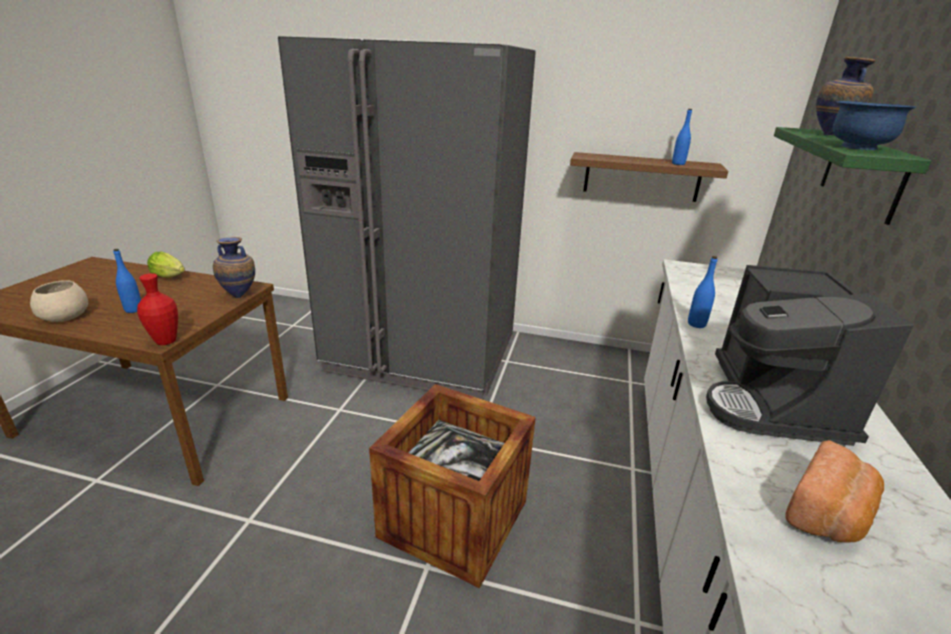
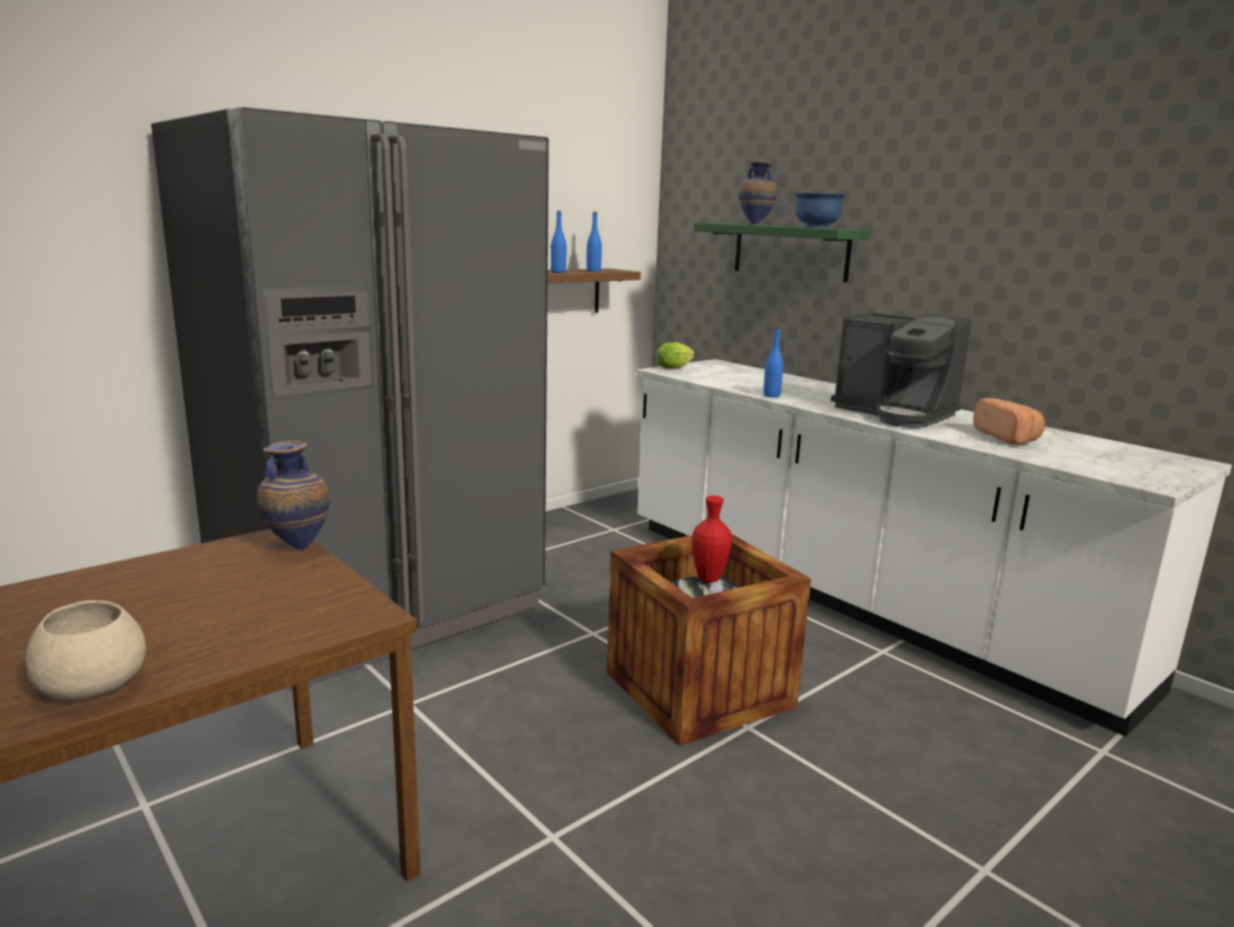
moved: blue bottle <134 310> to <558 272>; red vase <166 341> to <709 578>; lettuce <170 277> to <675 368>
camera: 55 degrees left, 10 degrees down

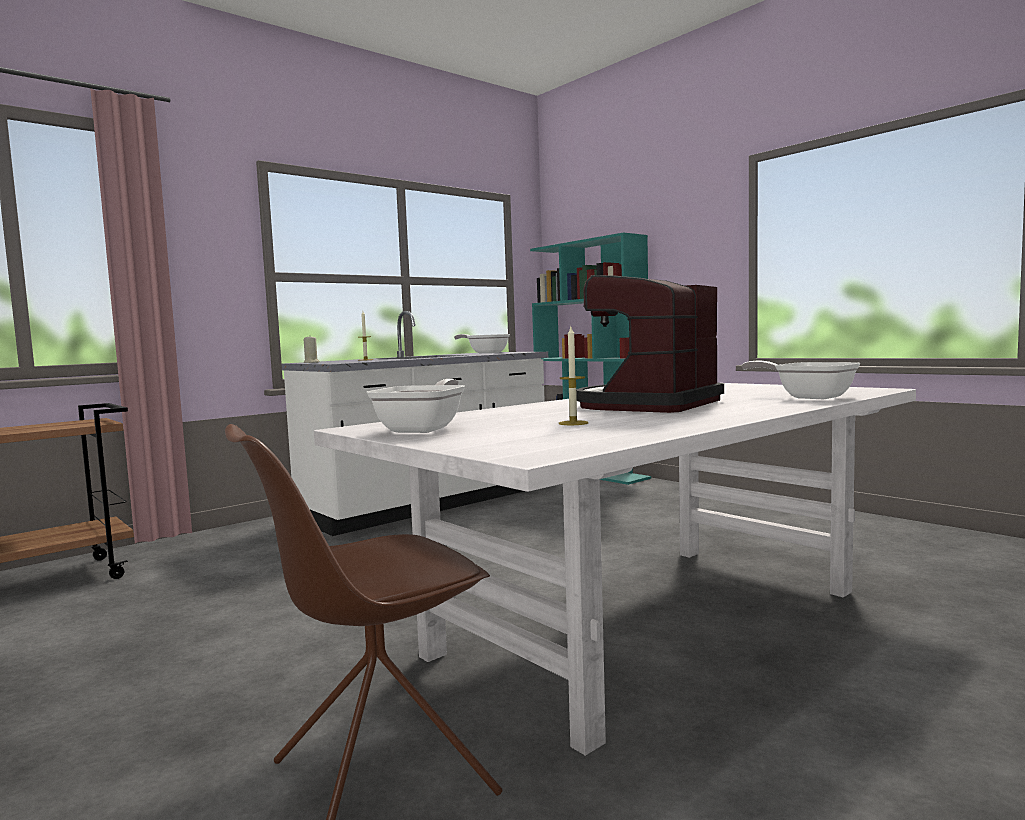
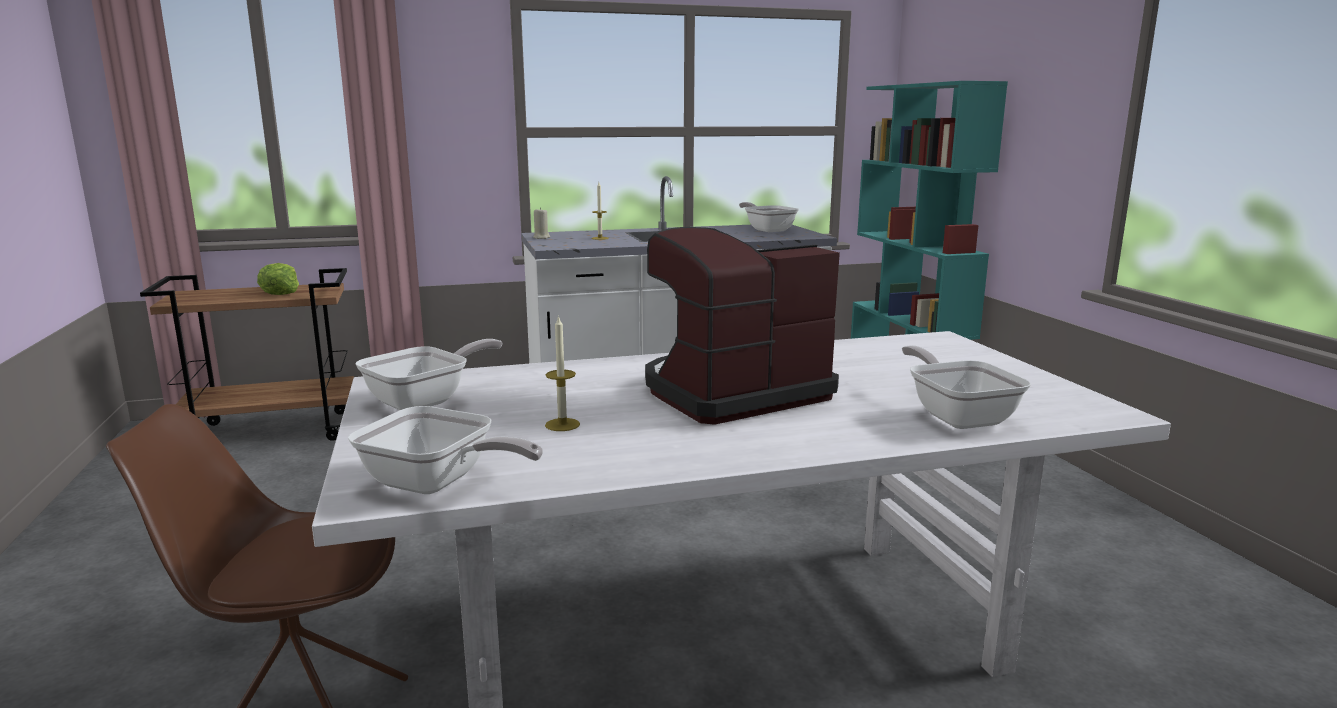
added: lettuce <280 292>; frying pan <437 484>
camera: 25 degrees right, 10 degrees up

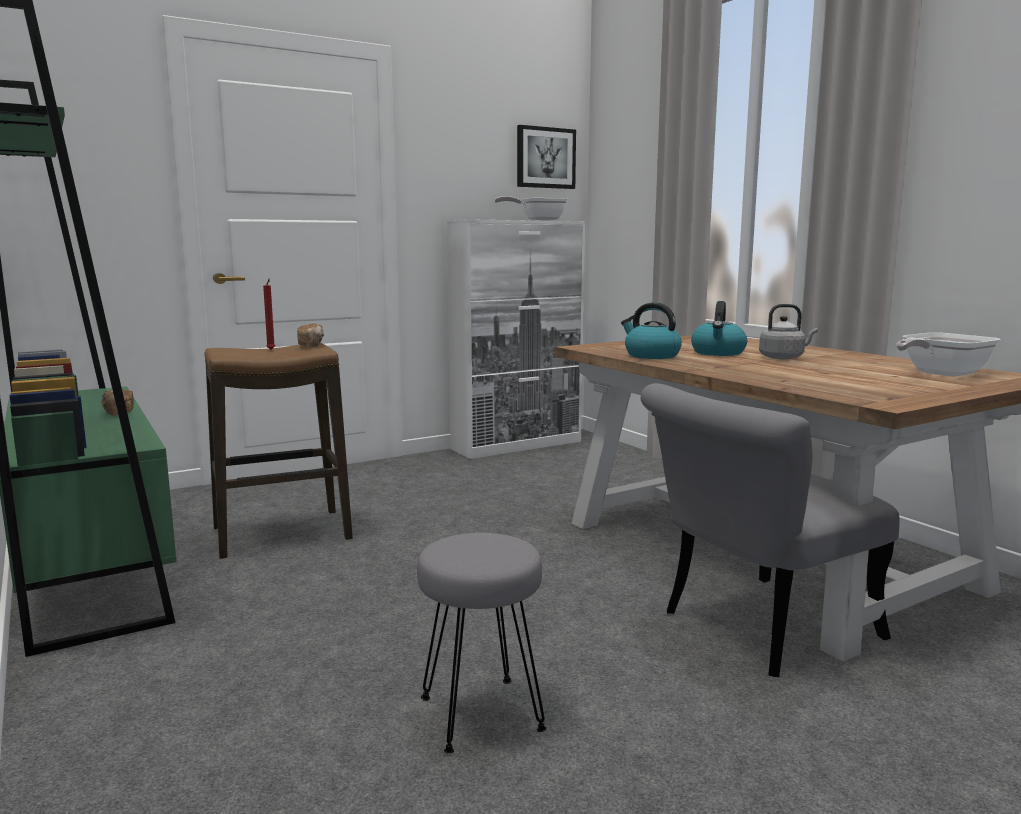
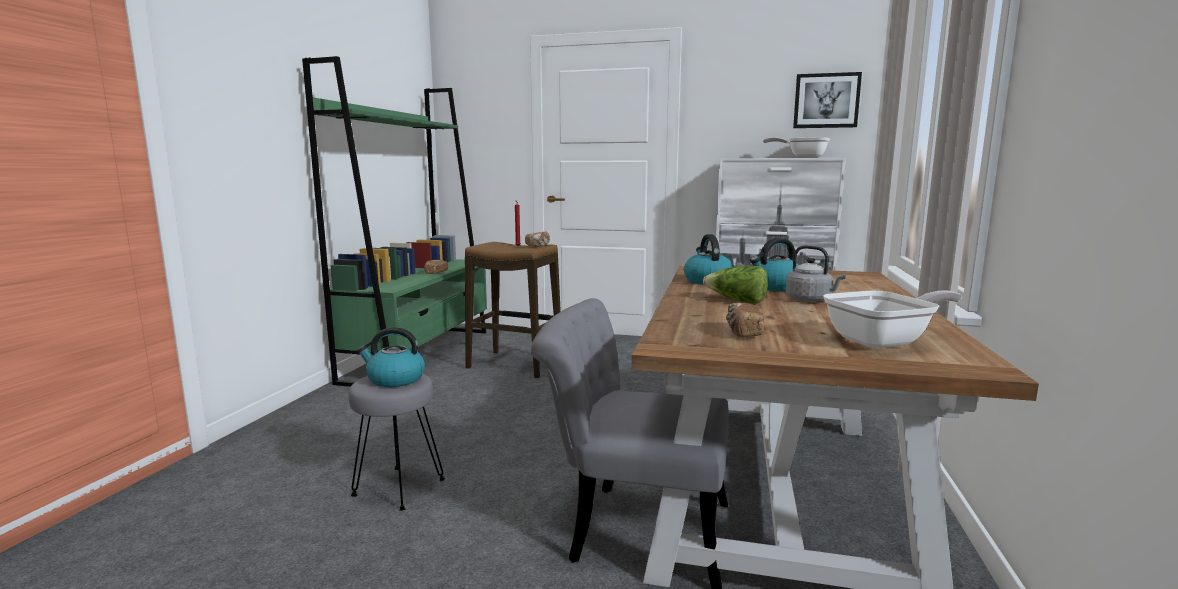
added: kettle <395 379>; lettuce <736 301>; bread <743 333>
turned: frying pan <940 374> = <884 341> 150 degrees clockwise
camera: 45 degrees right, 0 degrees up

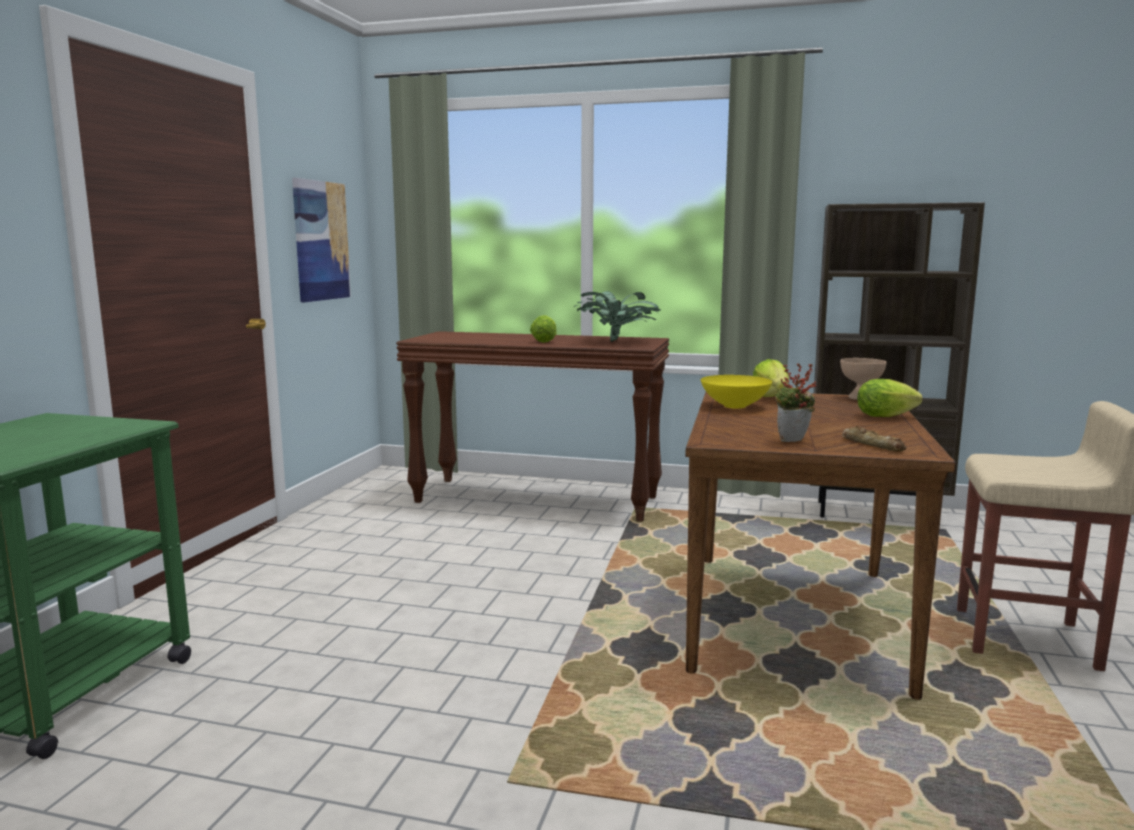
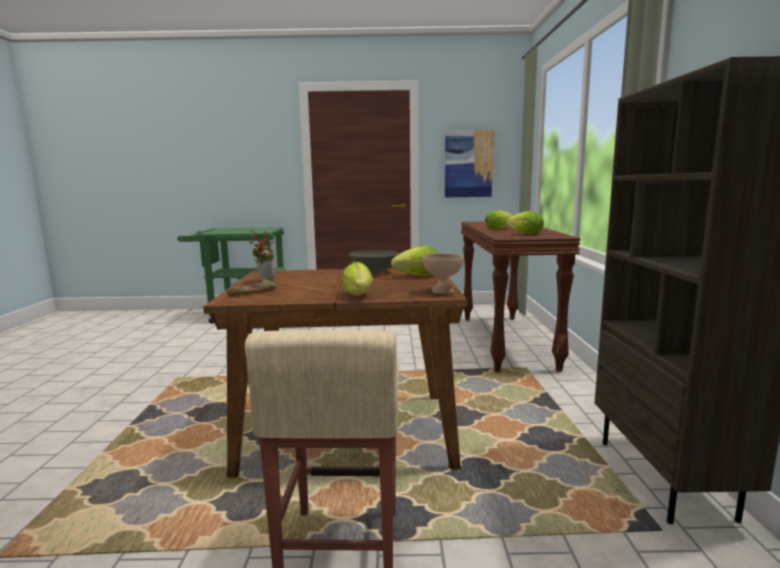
replaced: potted plant <617 342> to lettuce <525 234>
recoloured: yellow bowl <735 406> to grey bowl <375 272>
camera: 75 degrees right, 0 degrees up

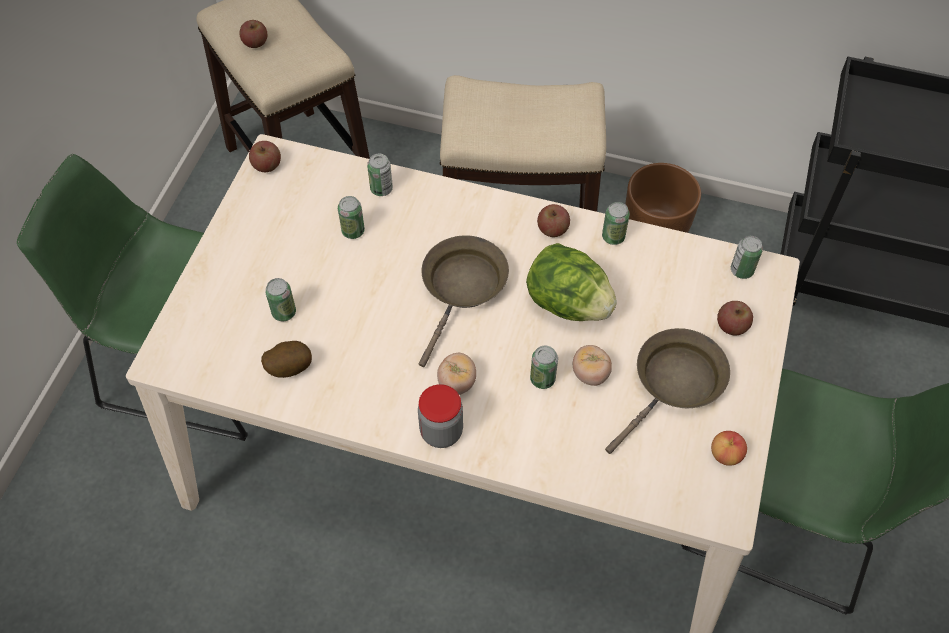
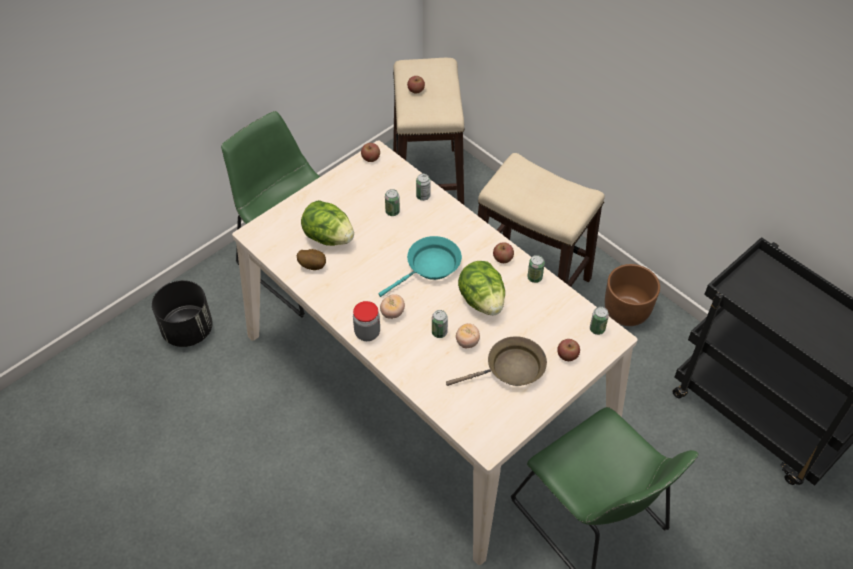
removed: apple <725 455>
added: black planter <188 330>
replaced: can <284 312> to lettuce <328 237>
recoloured: brown frying pan <462 288> to turquoise frying pan <430 267>
camera: 30 degrees right, 5 degrees down

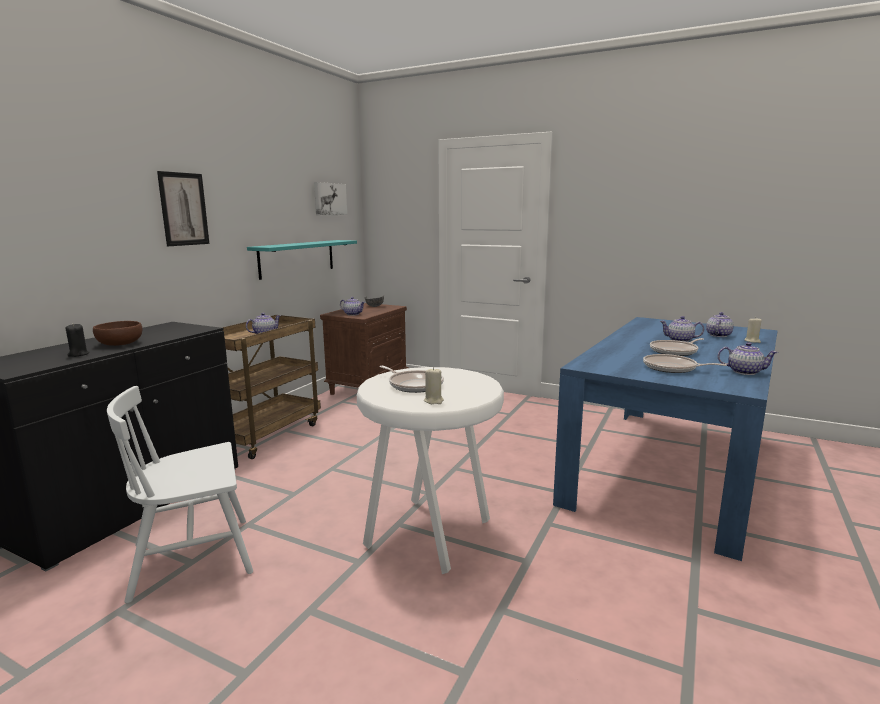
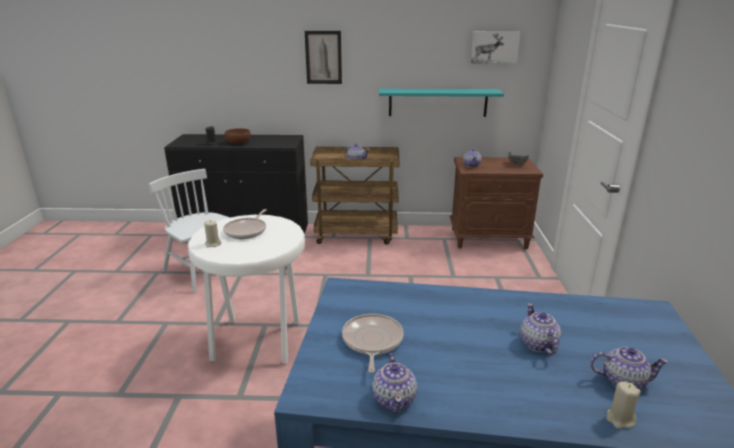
removed: frying pan <675 351>
camera: 65 degrees right, 10 degrees up

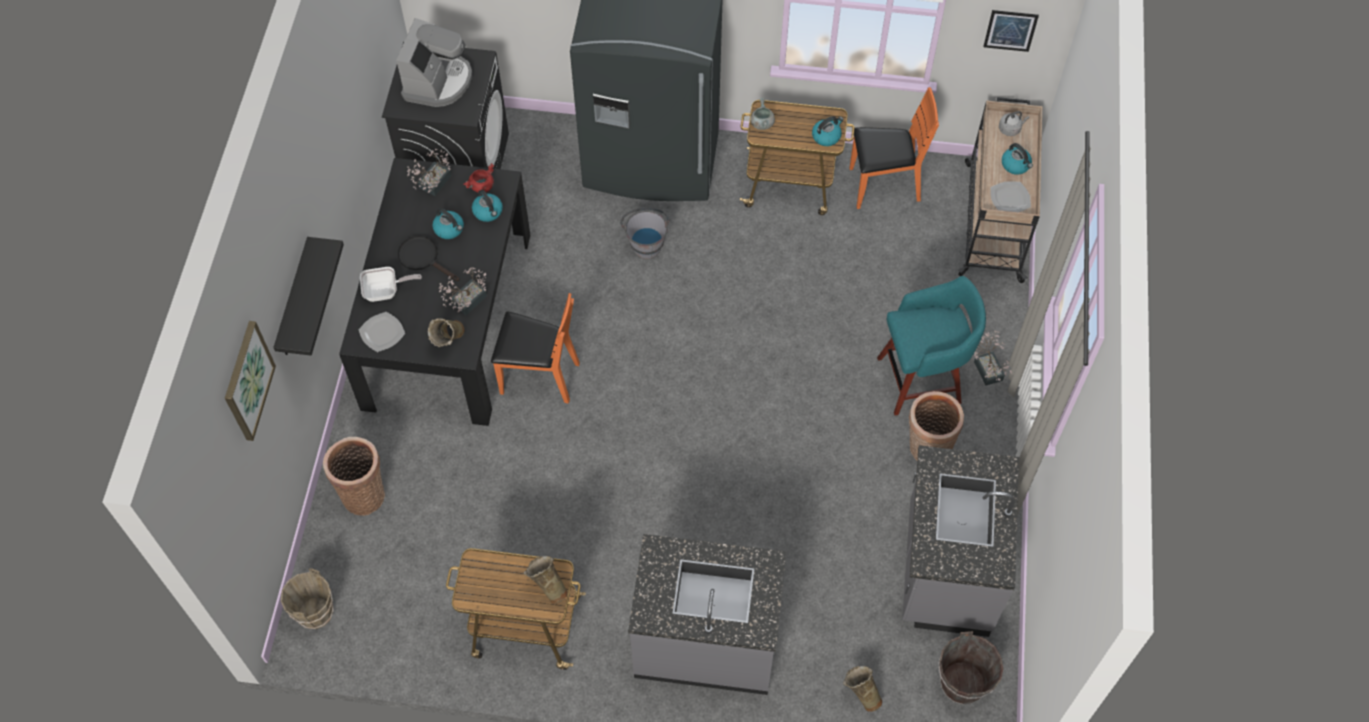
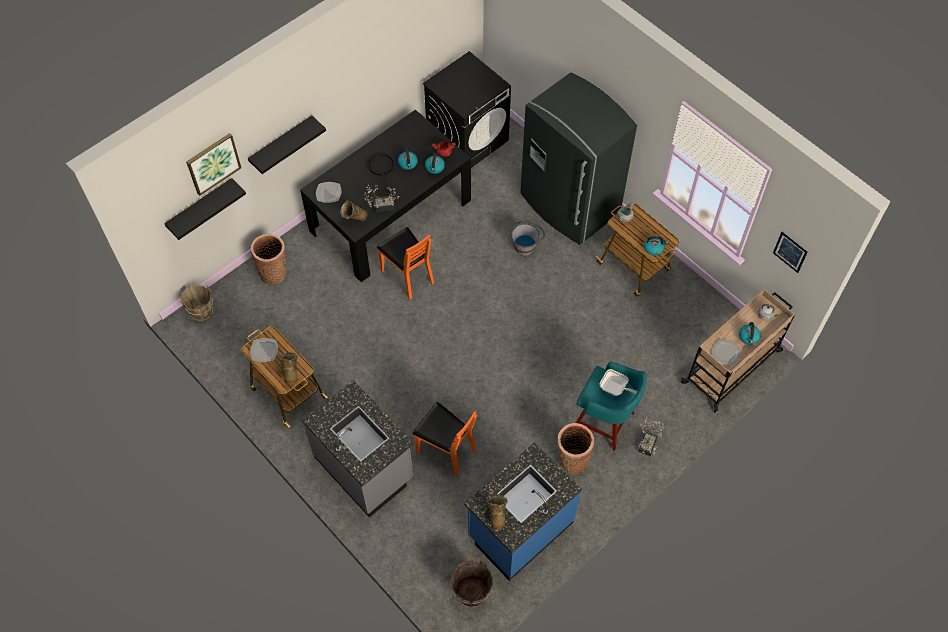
removed: coffee machine <438 82>; potted plant <432 184>
added: black shelf <200 207>; plate <264 351>
moved: frying pan <385 291> to <615 389>; beige vase <861 695> to <496 516>; orange chair <883 186> to <446 449>
recoloured: grey counter <945 570> to blue counter <519 529>
camera: 40 degrees right, 0 degrees up

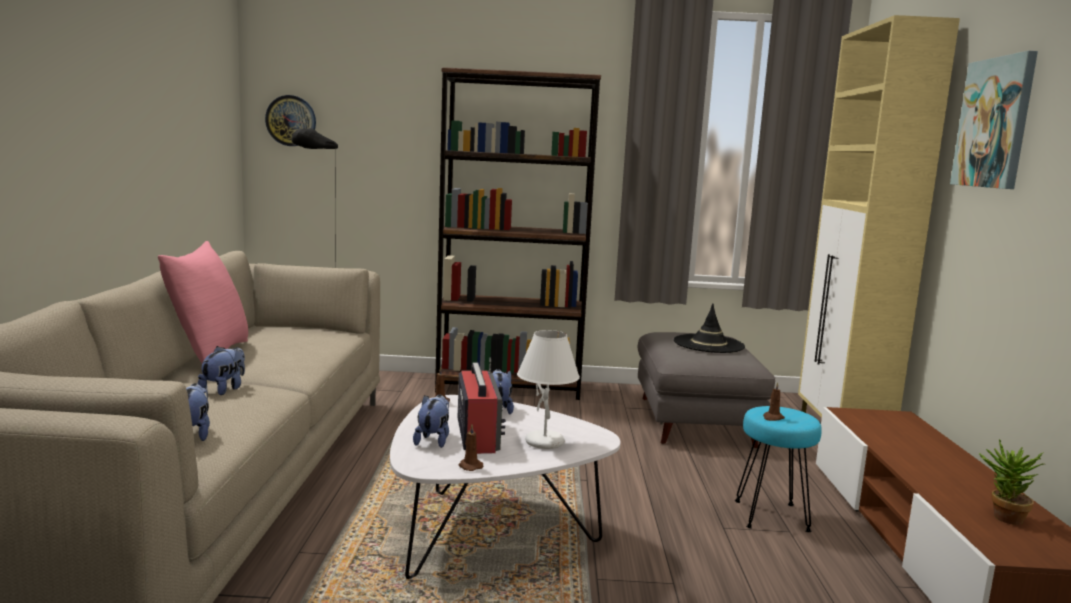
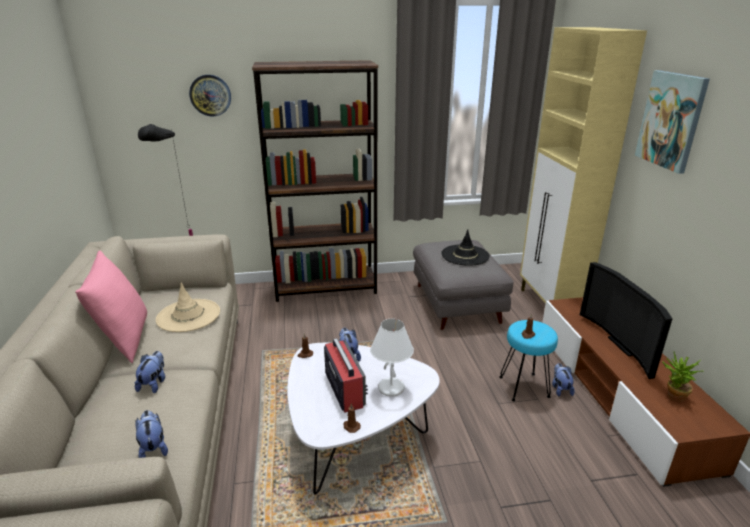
added: beige hat <188 315>; television <625 345>
moved: wall clock <291 120> to <210 95>; plush toy <433 440> to <560 389>
camera: 10 degrees left, 15 degrees up

